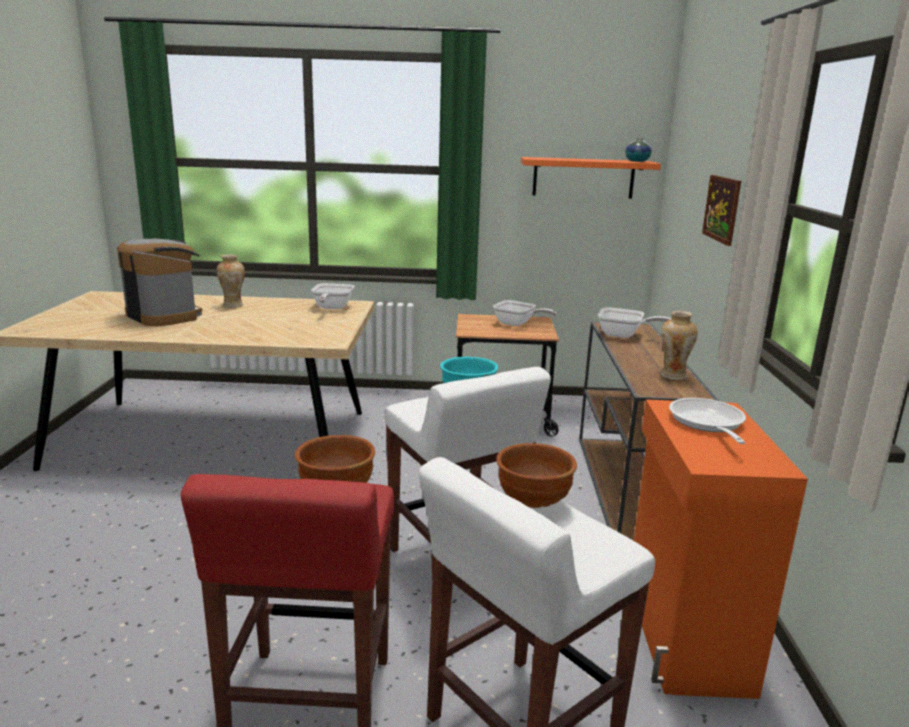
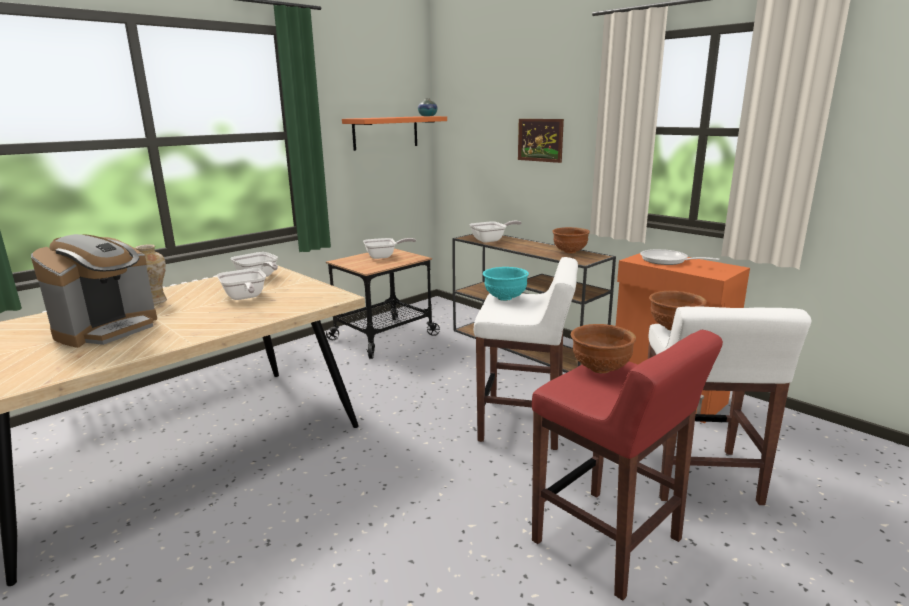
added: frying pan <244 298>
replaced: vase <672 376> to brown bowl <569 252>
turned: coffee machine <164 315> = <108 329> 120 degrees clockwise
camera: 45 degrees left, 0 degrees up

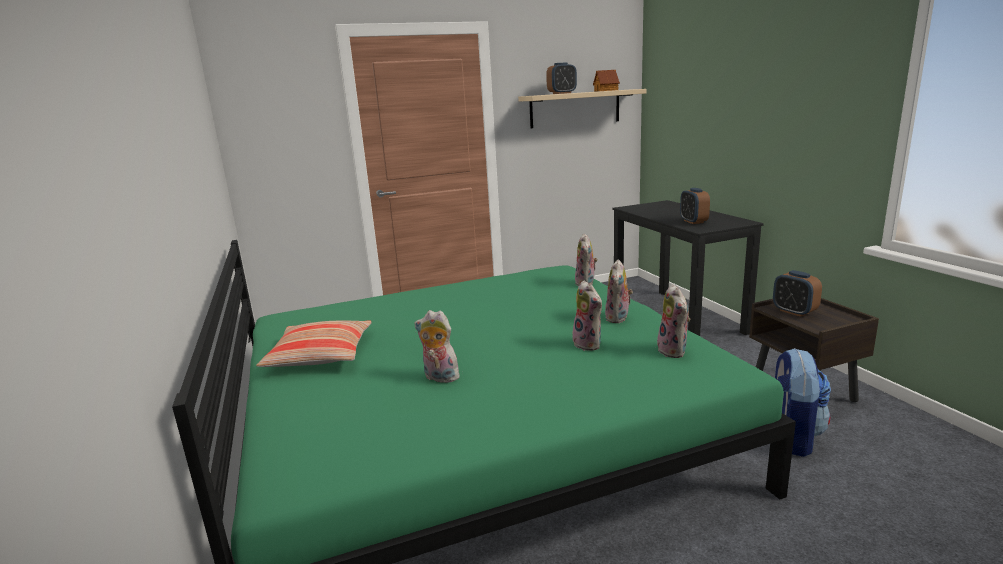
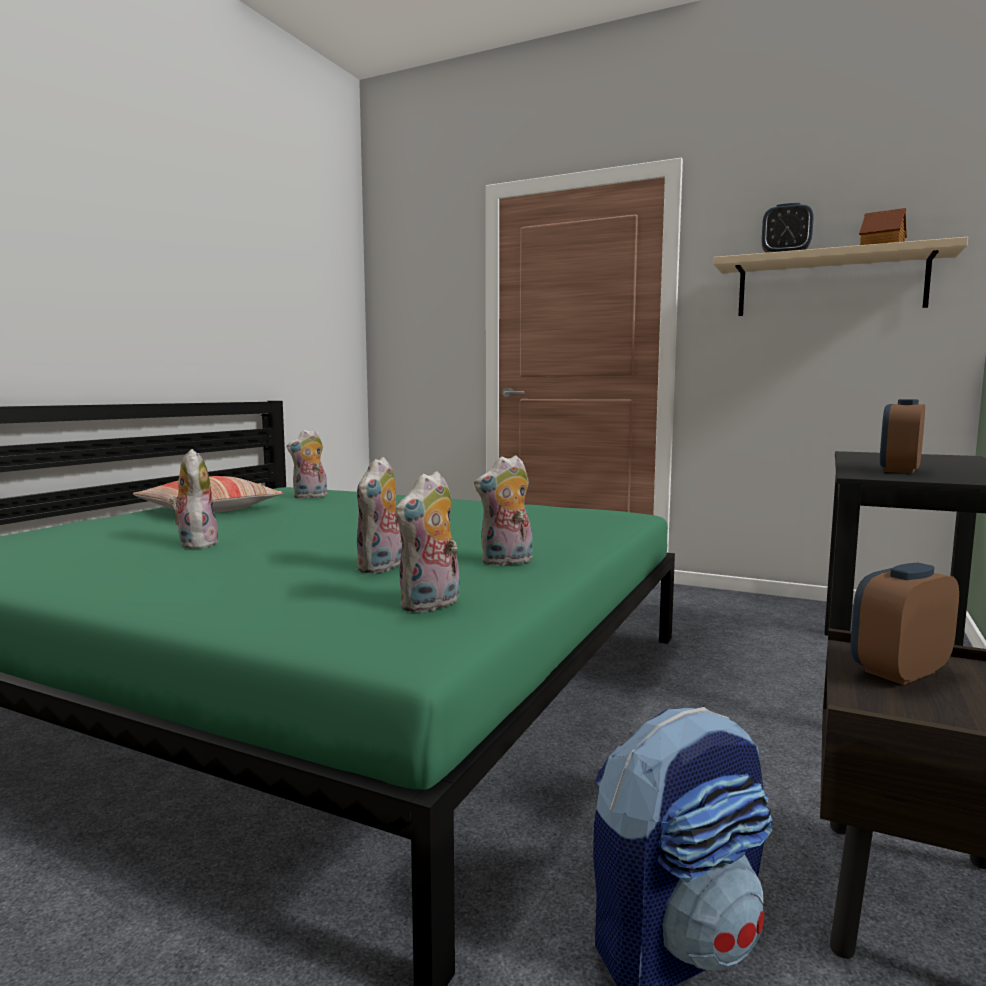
moved: plush toy <586 283> to <310 497>
turned: alarm clock <794 311> = <899 672> 45 degrees clockwise
camera: 45 degrees right, 10 degrees down

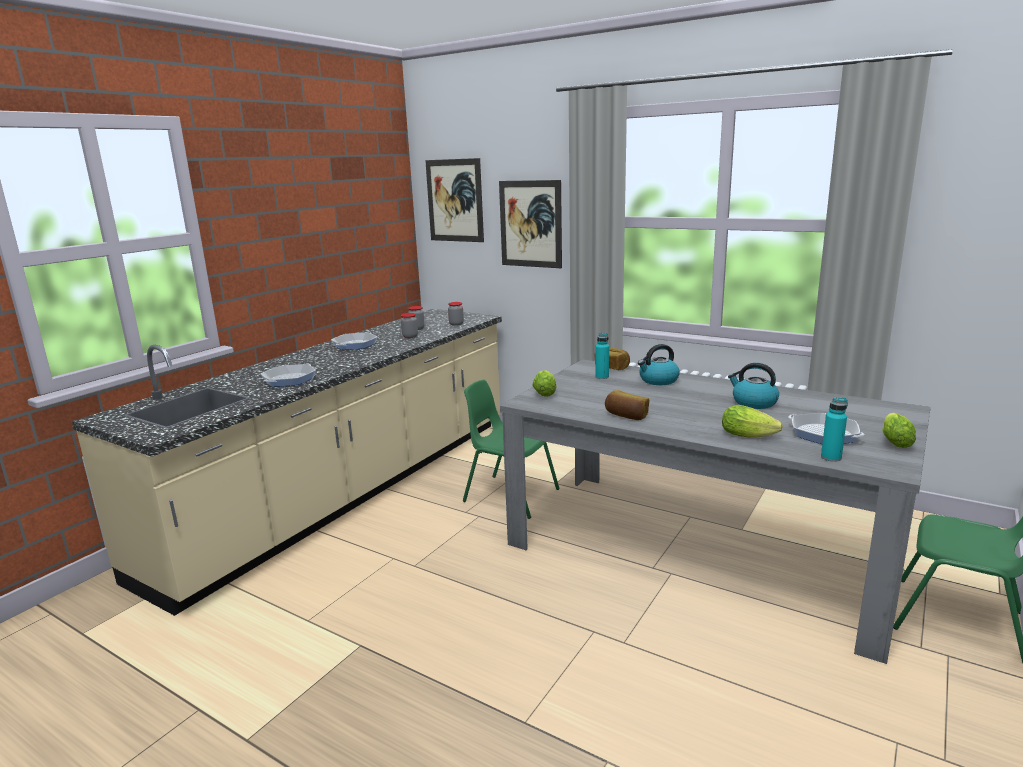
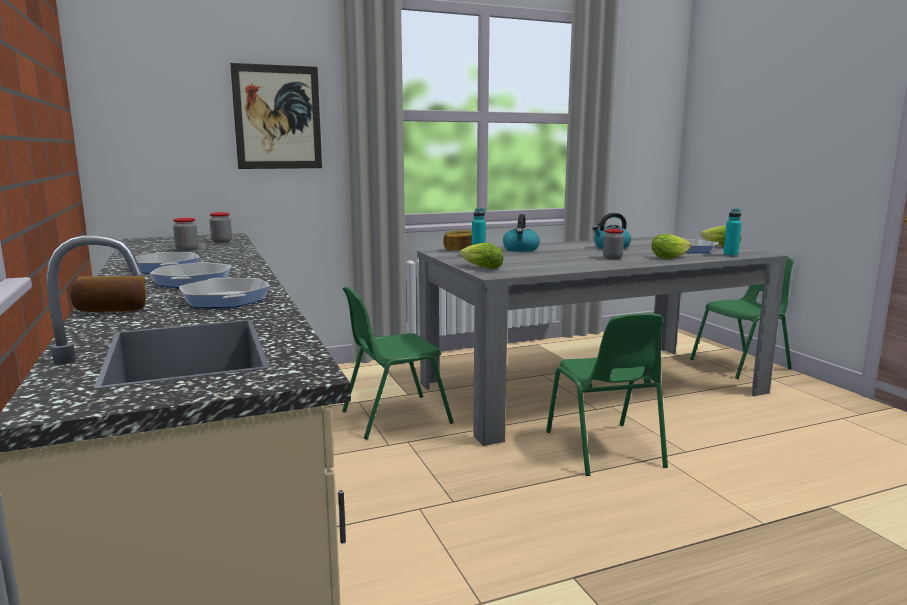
removed: picture <455 200>
added: frying pan <193 281>; green chair <604 449>
moved: jar <410 336> to <612 258>; bread <626 416> to <112 310>
camera: 55 degrees left, 5 degrees down

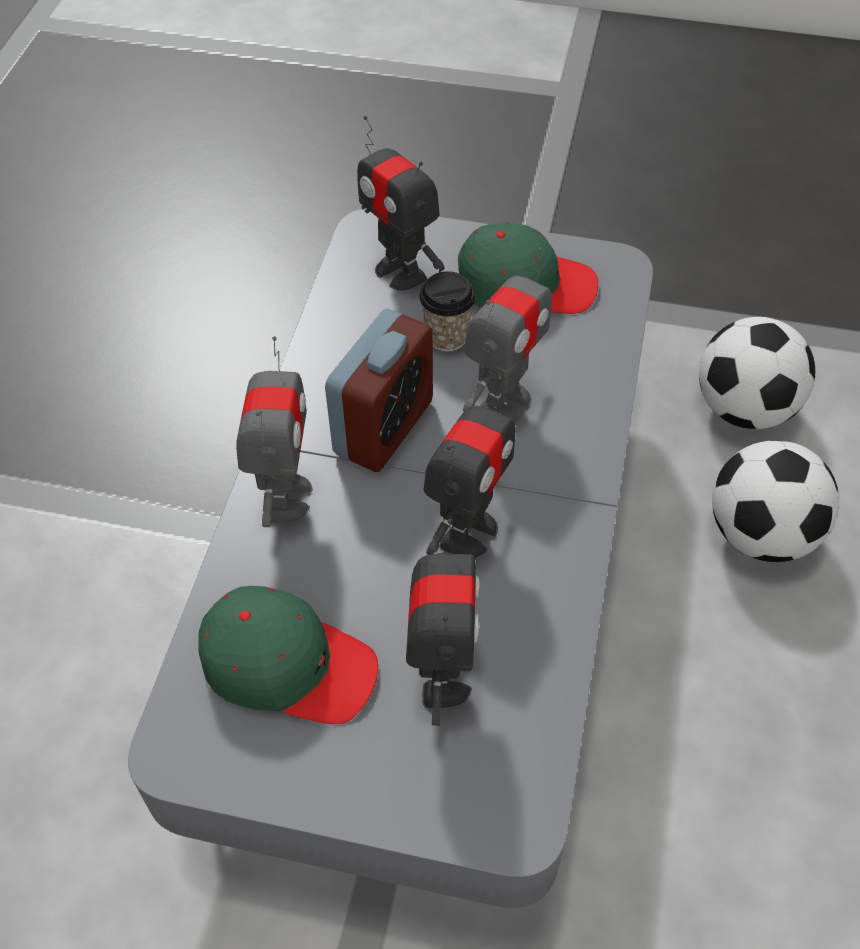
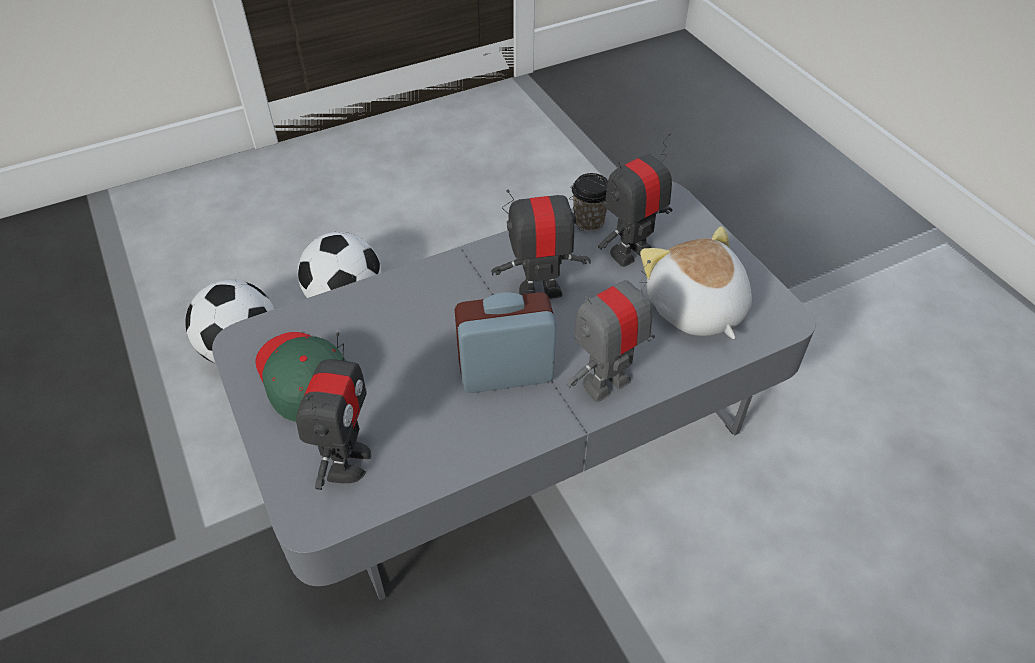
removed: toy robot <503 402>
moved: cup <447 337> to <589 222>
replaced: green cap <288 665> to plush toy <694 309>
camera: 130 degrees left, 5 degrees down

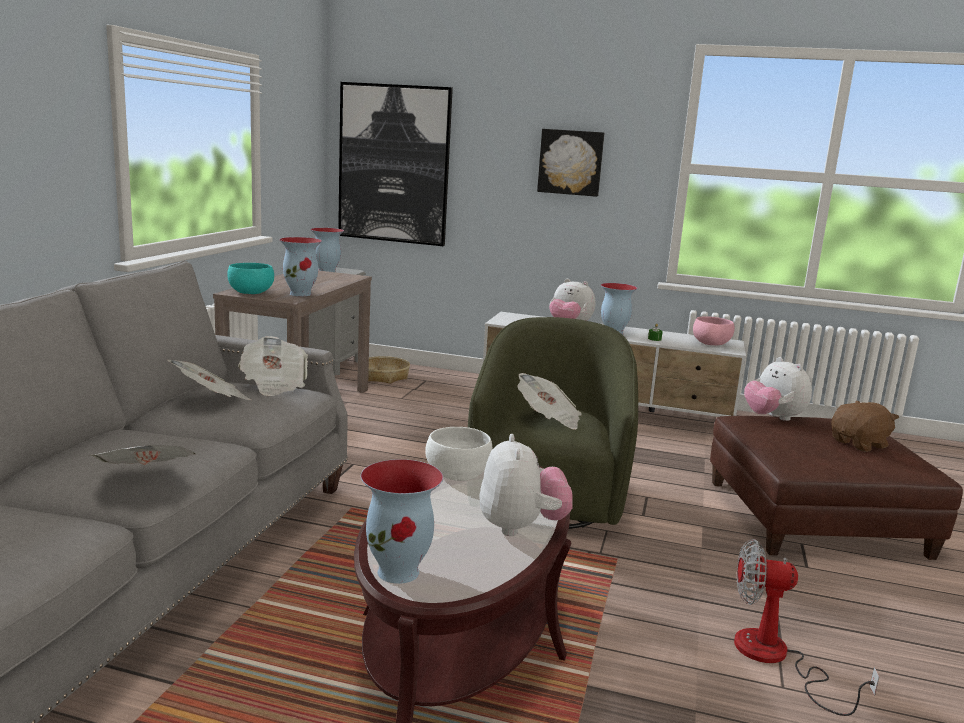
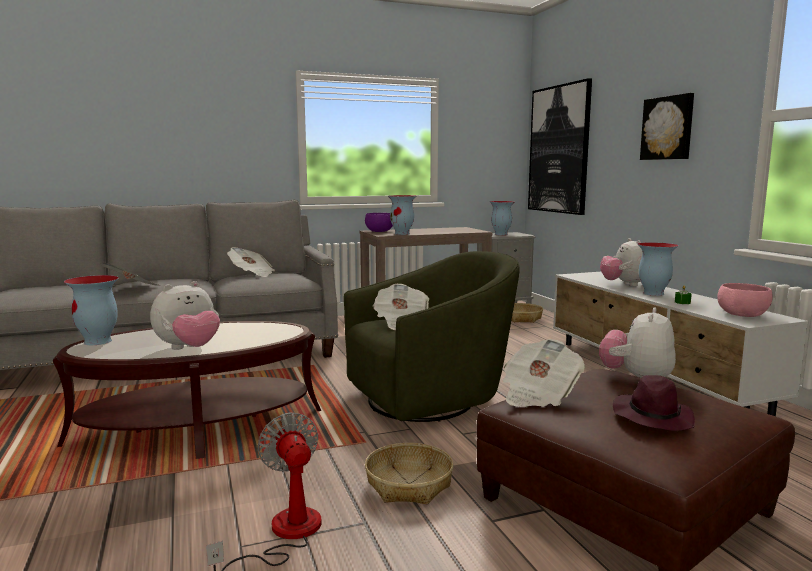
removed: white bowl <457 474>
added: basket <409 484>
moved: newspaper <274 384> to <538 395>
replaced: brown plush toy <859 444> to purple hat <652 417>
recoloured: turquoise bowl <251 292> to purple bowl <379 231>
camera: 55 degrees right, 5 degrees down

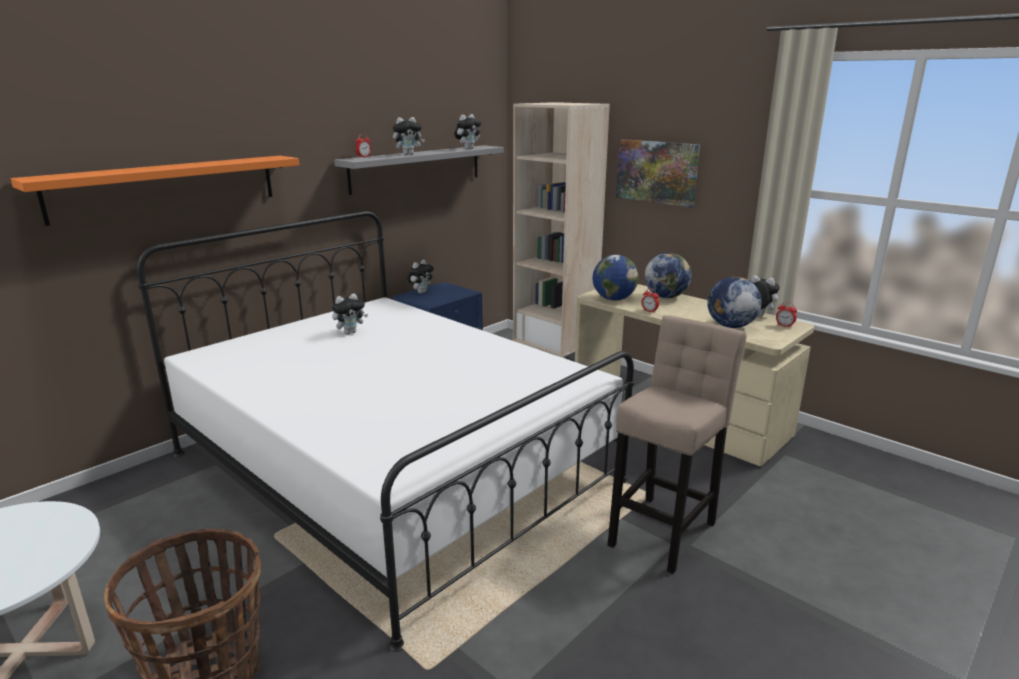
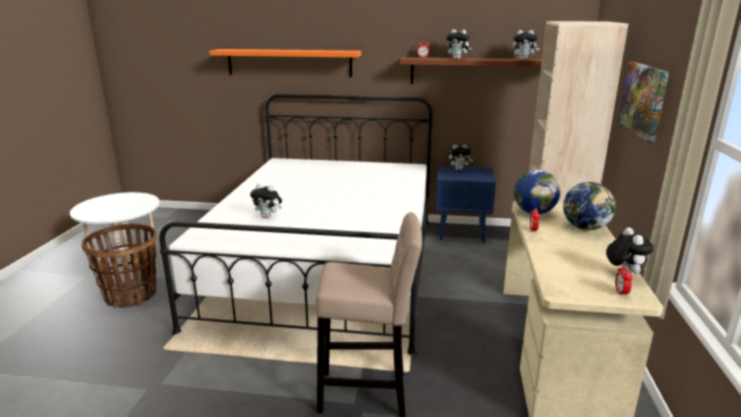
removed: globe <730 326>
moved: plush toy <350 332> to <268 216>
recoloured: grey shelf <417 168> to brown shelf <477 71>
camera: 55 degrees right, 0 degrees up

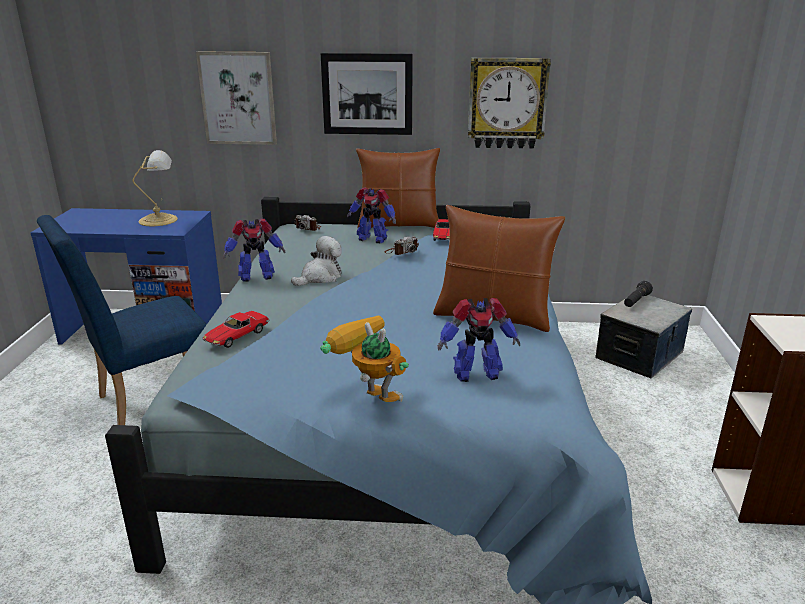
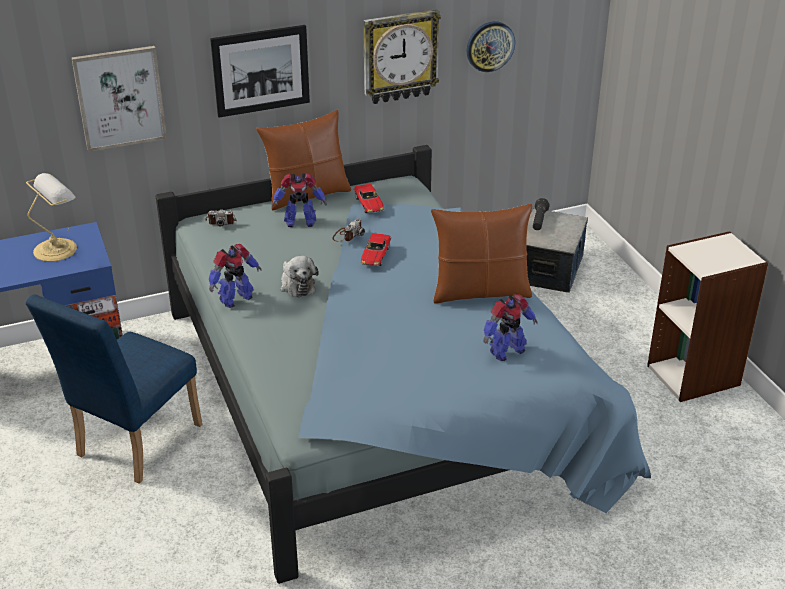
removed: toy robot <367 397>
added: wall clock <490 46>
moved: toy car <236 336> to <375 256>
turned: plush toy <320 277> = <297 285> 135 degrees clockwise
camera: 25 degrees left, 10 degrees up

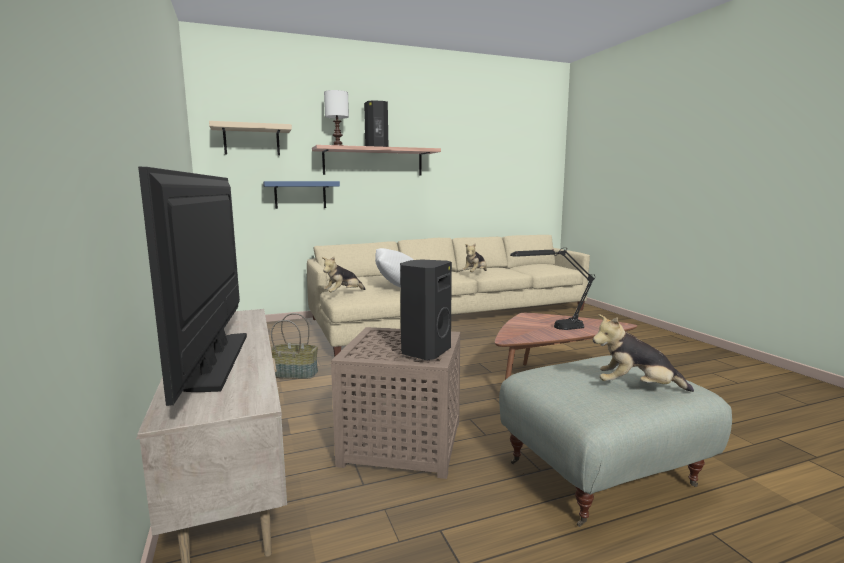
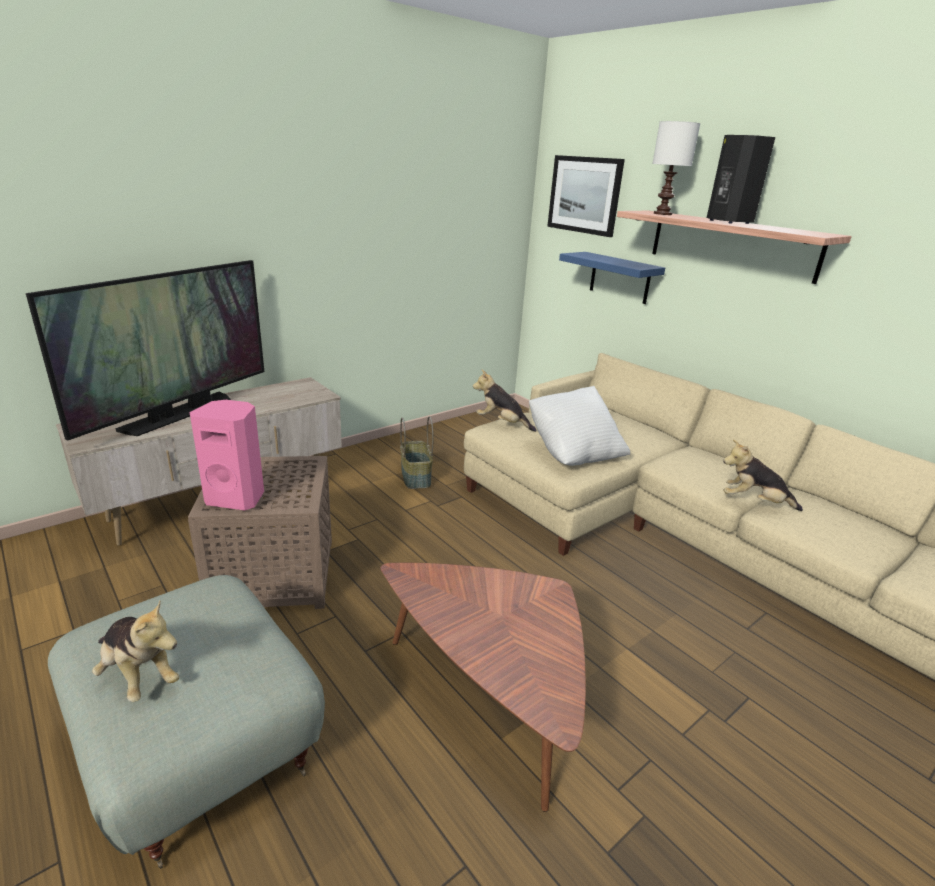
removed: black table lamp <551 328>
replaced: beige shelf <251 140> to picture <584 195>
recoloured: black speaker <424 352> to pink speaker <237 498>
turned: television <219 361> = <179 414> 150 degrees clockwise; plush toy <636 388> = <139 675> 135 degrees clockwise
camera: 70 degrees right, 15 degrees up

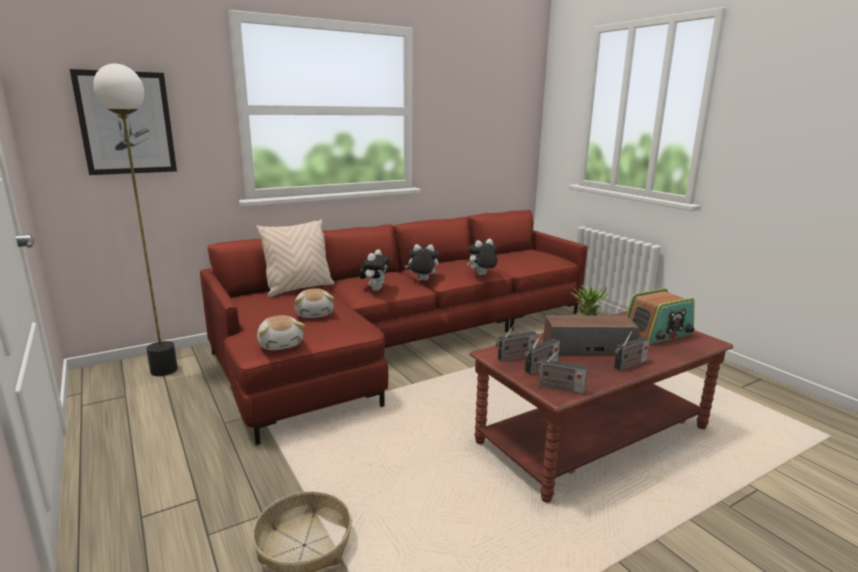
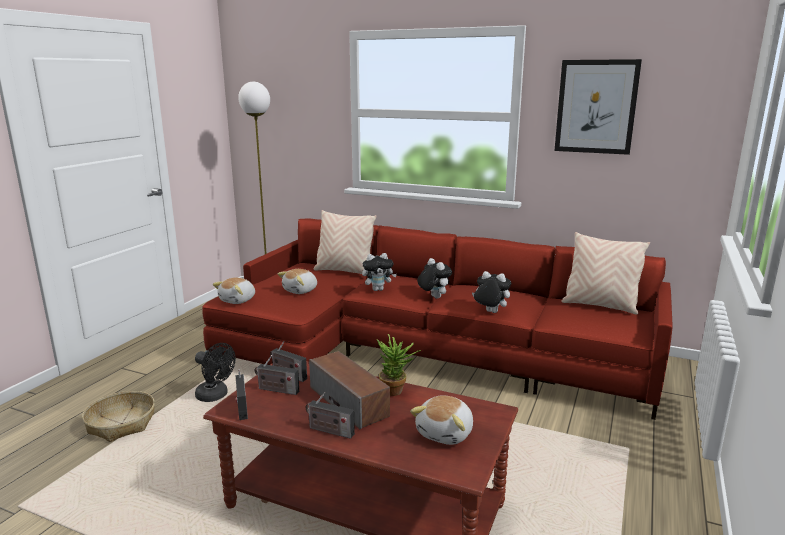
added: black fan <216 396>; beige pillow <600 305>
moved: picture <126 123> to <596 107>
replaced: radio <658 333> to plush toy <446 433>
camera: 55 degrees right, 0 degrees up

